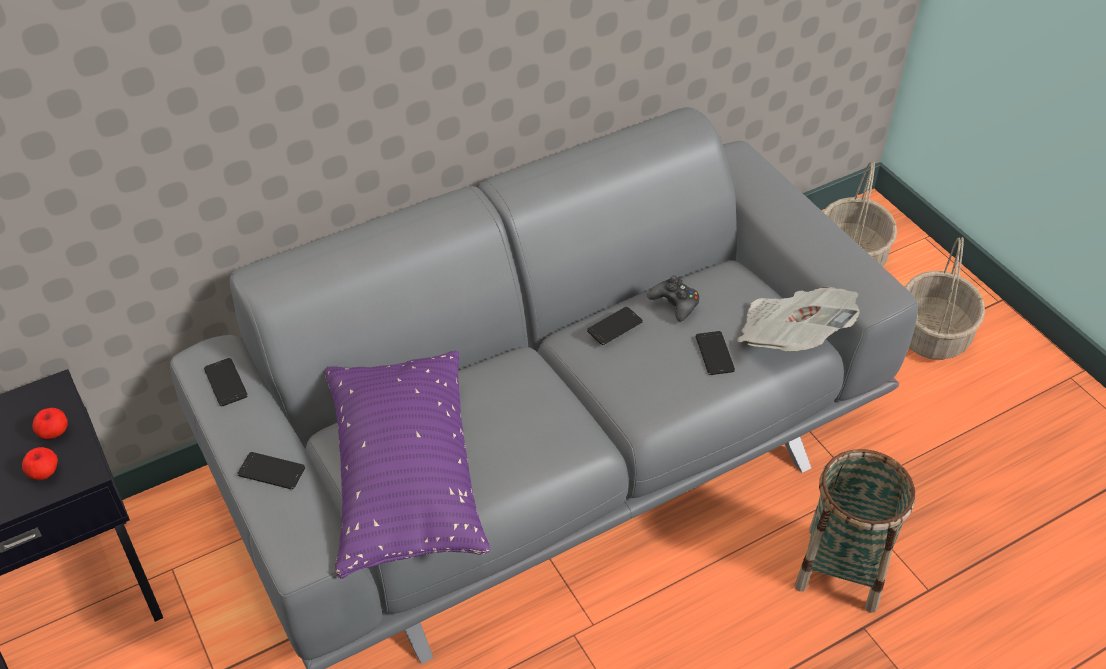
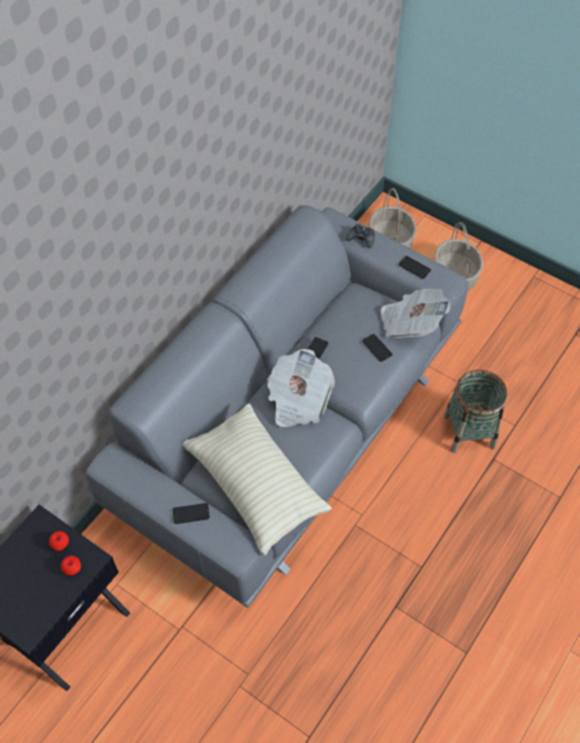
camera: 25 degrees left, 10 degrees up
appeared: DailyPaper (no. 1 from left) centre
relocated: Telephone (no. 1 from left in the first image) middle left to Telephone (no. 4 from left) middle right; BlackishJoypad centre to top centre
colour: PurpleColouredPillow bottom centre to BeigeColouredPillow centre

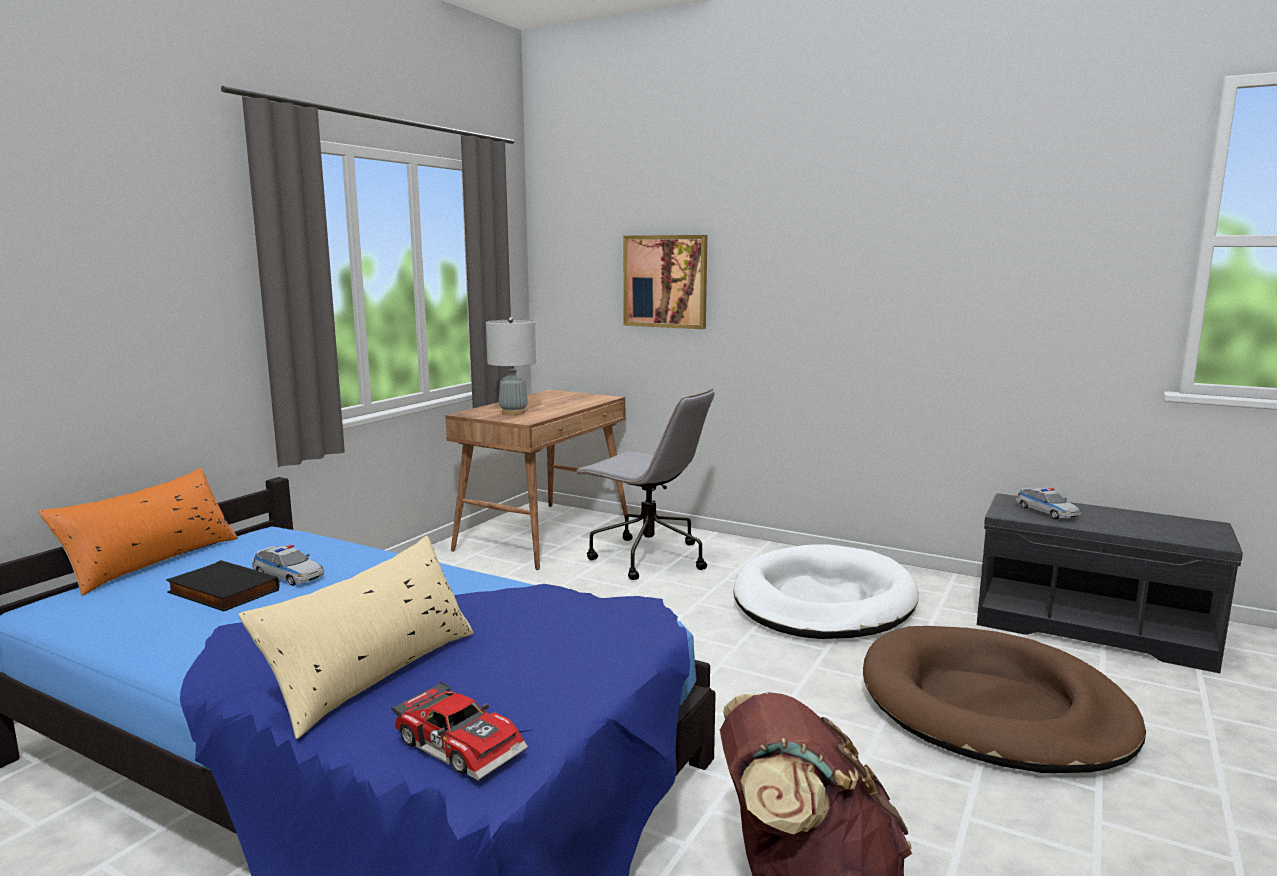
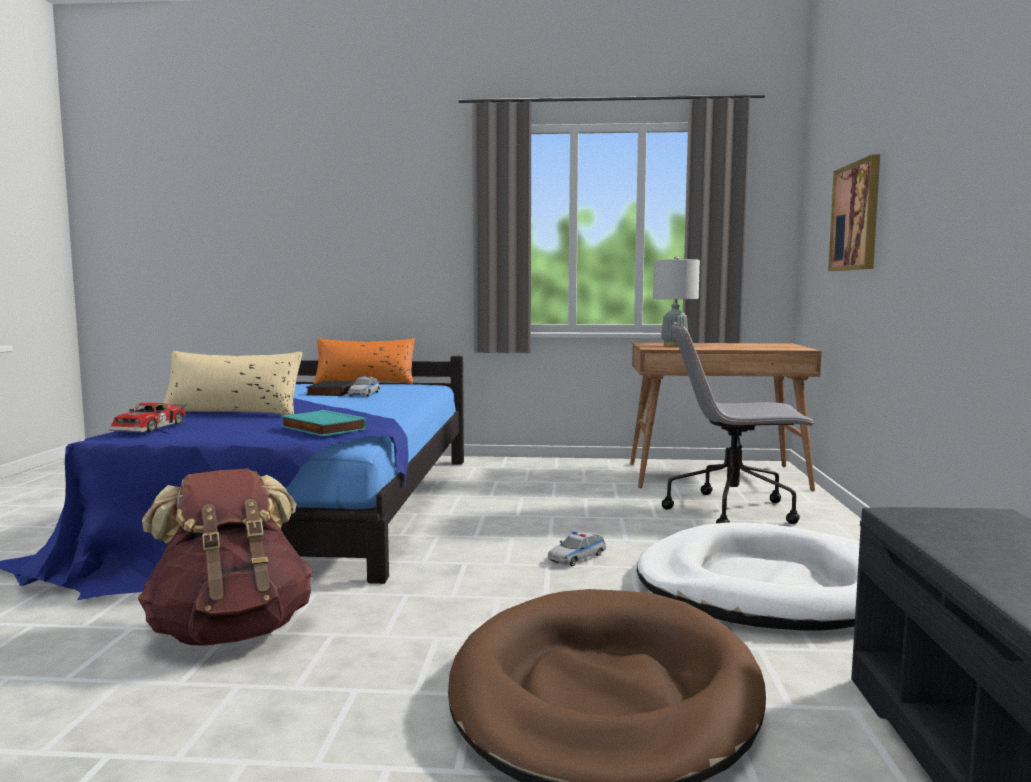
camera: 65 degrees right, 5 degrees down
appeared: TurquoiseColouredBoundBook middle left
relocated: ToyCar (no. 3 from left) middle right to bottom centre
spun: GreyishOfficeChair centre = middle right 90 degrees clockwise

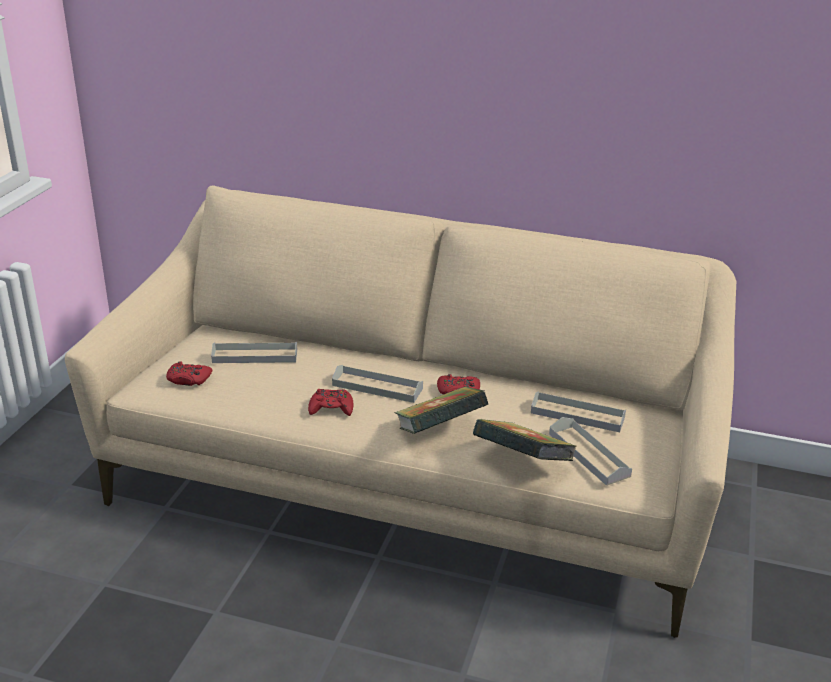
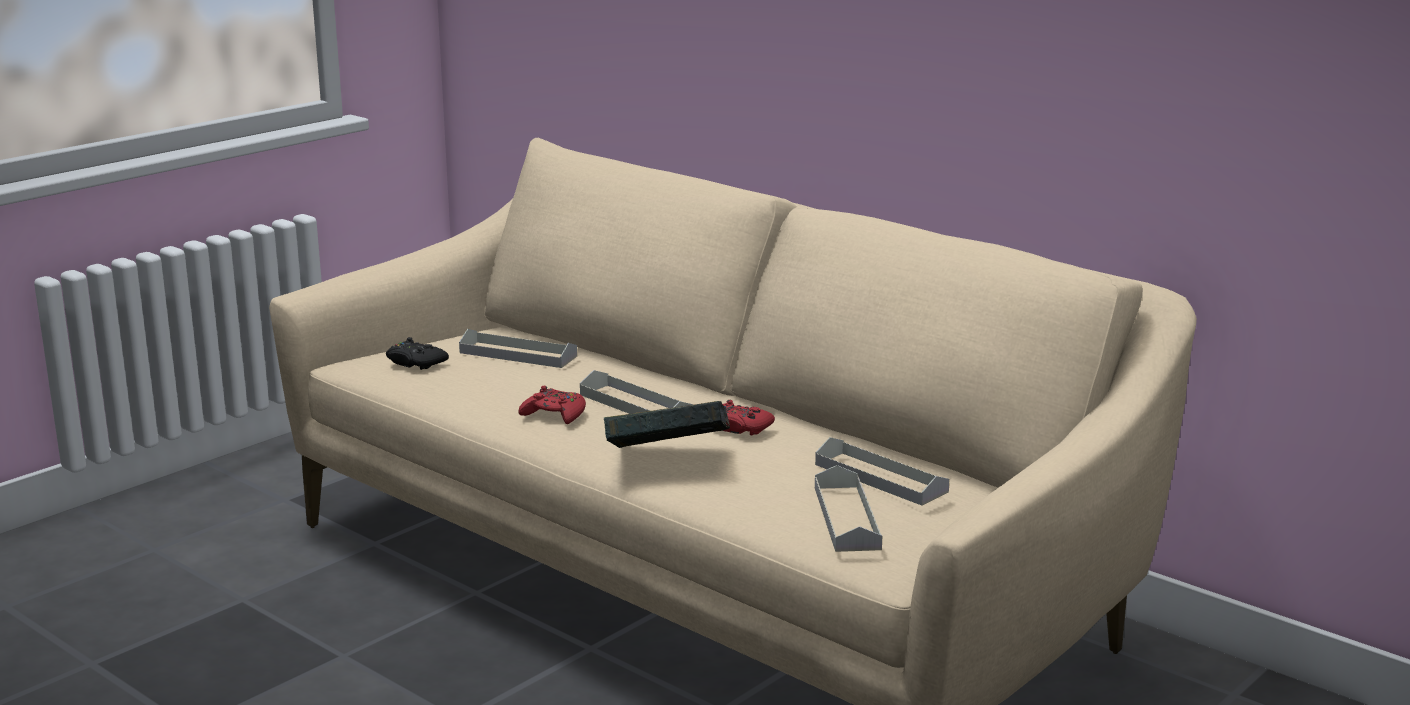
camera: 25 degrees right, 10 degrees down
missing: BoundBook (no. 2 from left) centre
colour: ReddishJoypad (no. 1 from left) middle left to BlackishJoypad middle left

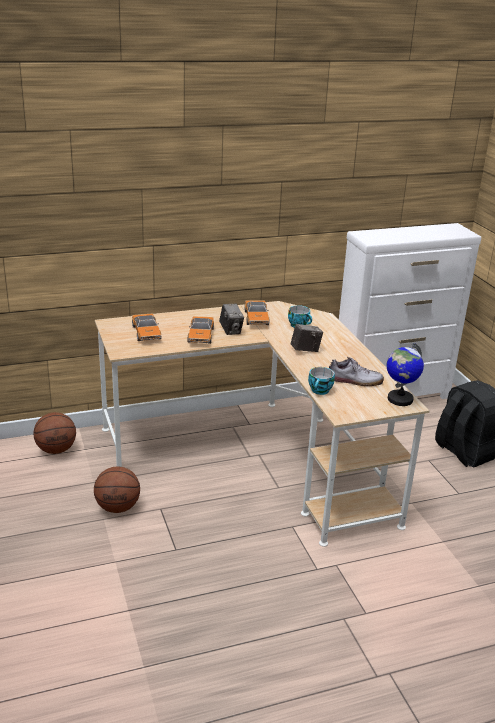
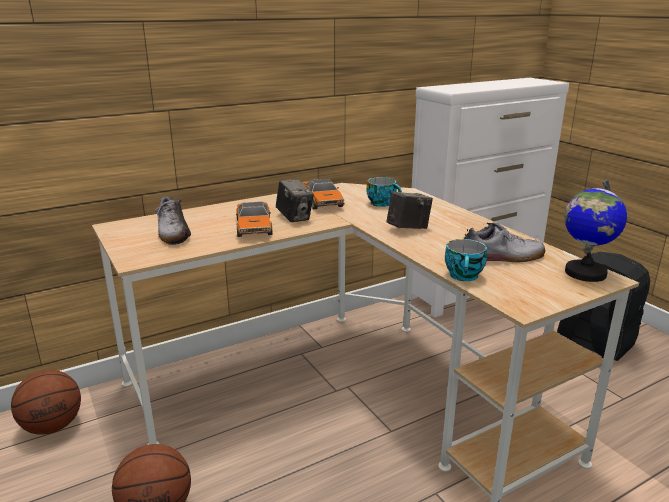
camera: 10 degrees left, 5 degrees down
exchanged: ToyCar (no. 1 from left) middle left to LowShoe (no. 1 from left) middle left

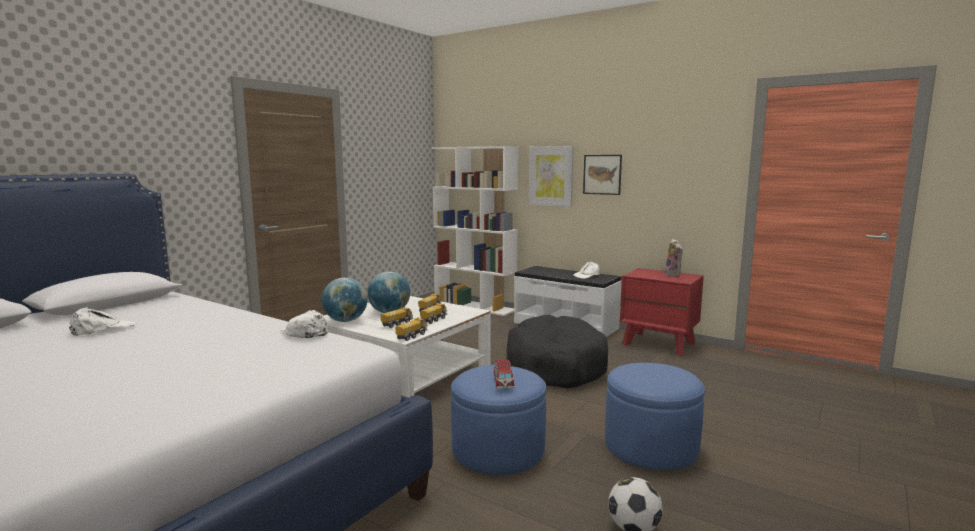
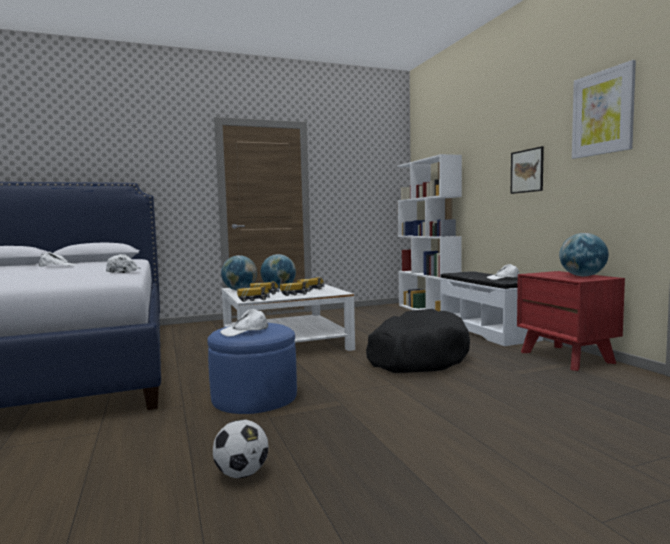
camera: 35 degrees right, 5 degrees down
missing: BluePouffe (no. 2 from left) bottom right
relocated: WallPicture (no. 1 from left in the first image) top centre to WallPicture (no. 2 from left) top right
exchanged: ToyCar bottom centre to WhiteColouredCap (no. 3 from left) centre; PlushToy middle right to DeskGlobe (no. 3 from left) middle right

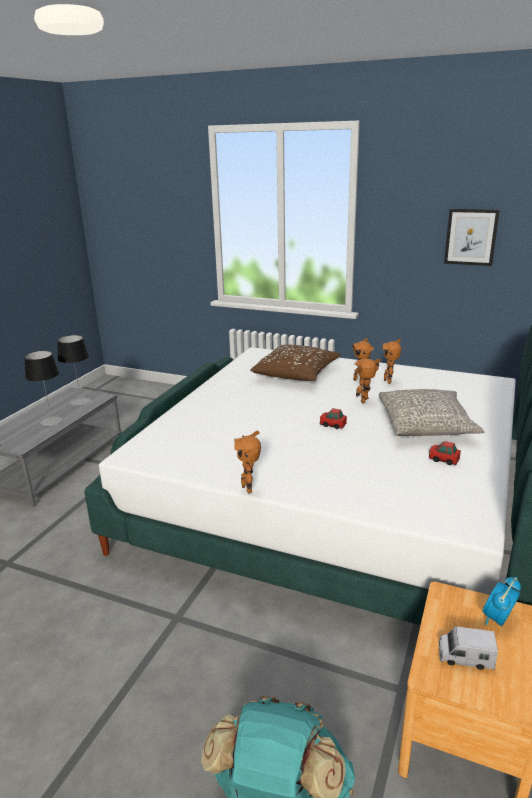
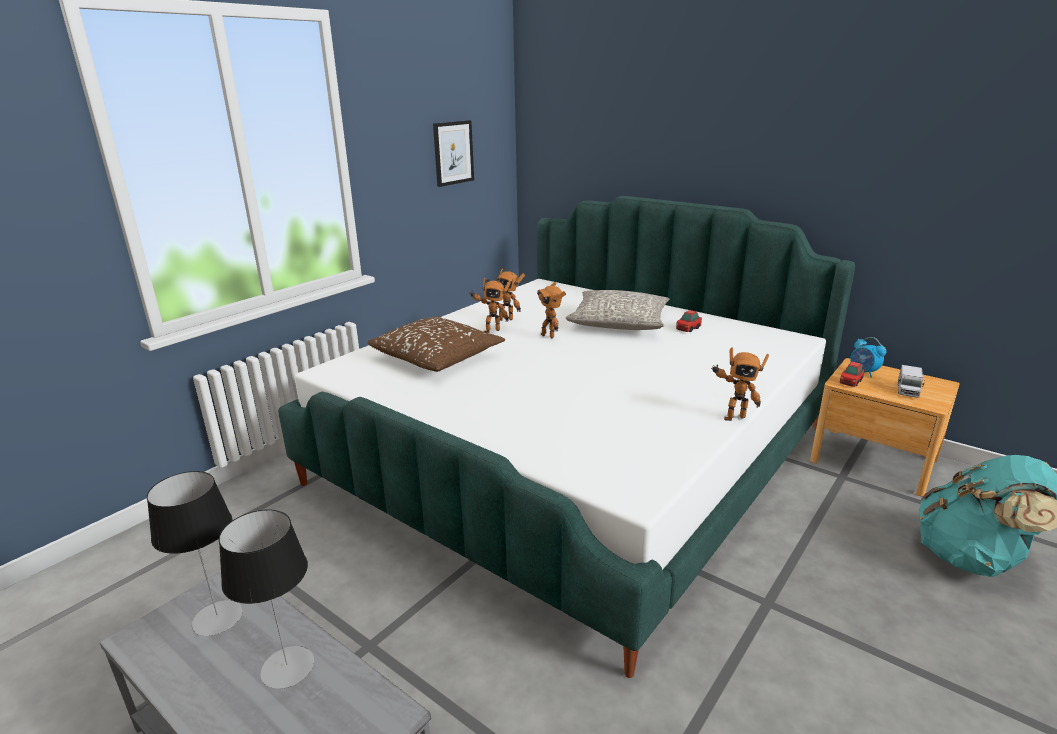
camera: 75 degrees left, 0 degrees up
relocated: ToyCar (no. 1 from left in the first image) centre to ToyCar (no. 2 from left) middle right

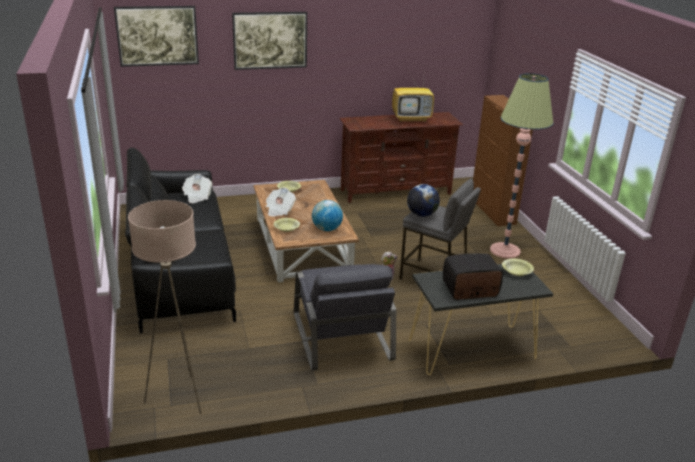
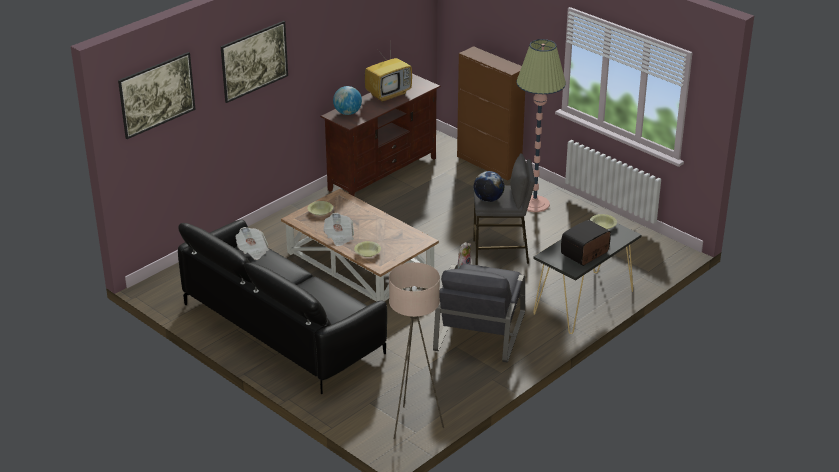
camera: 30 degrees left, 5 degrees up
relocated: DeskGlobe (no. 1 from left) centre to top centre
spun: GreyishEasyChair bottom centre = centre 60 degrees clockwise

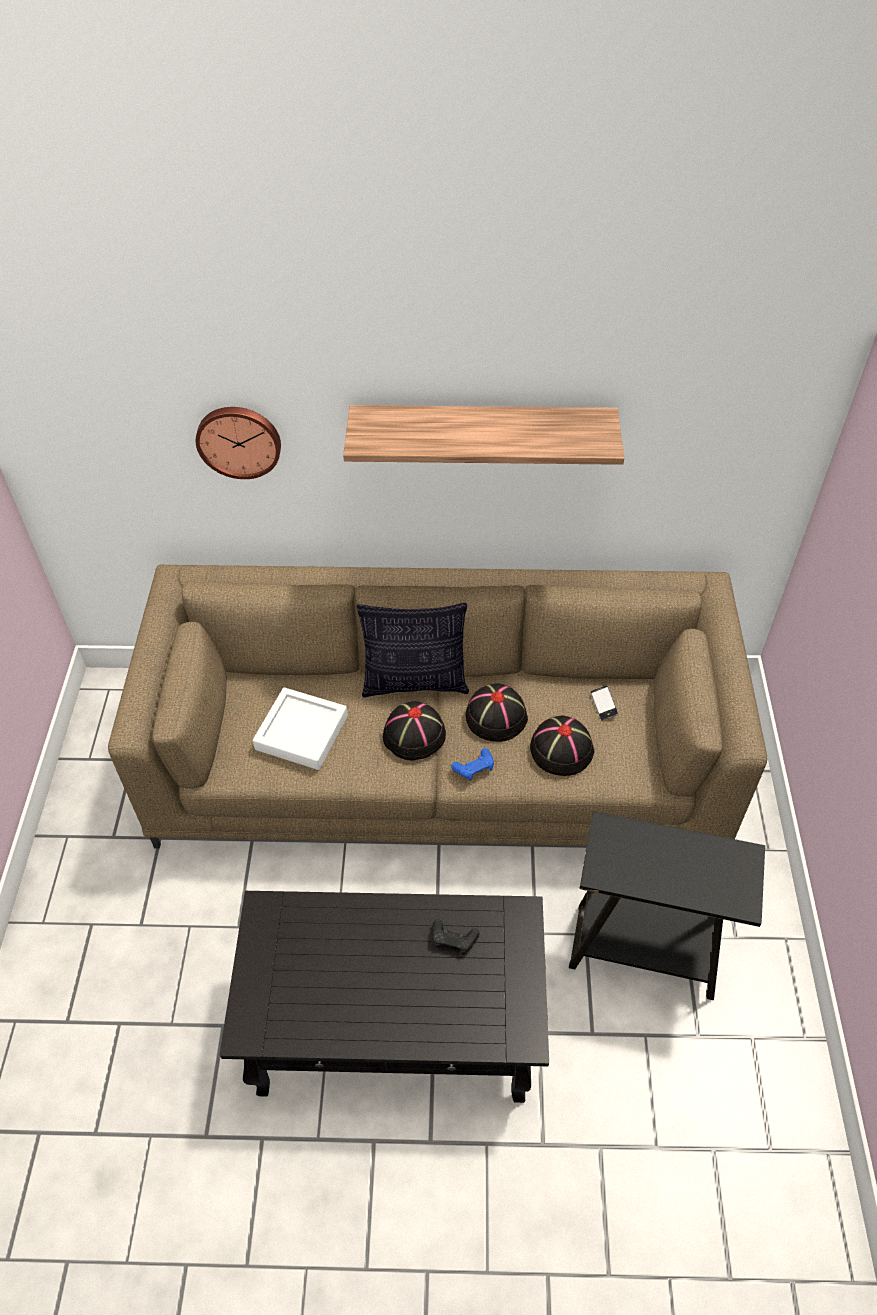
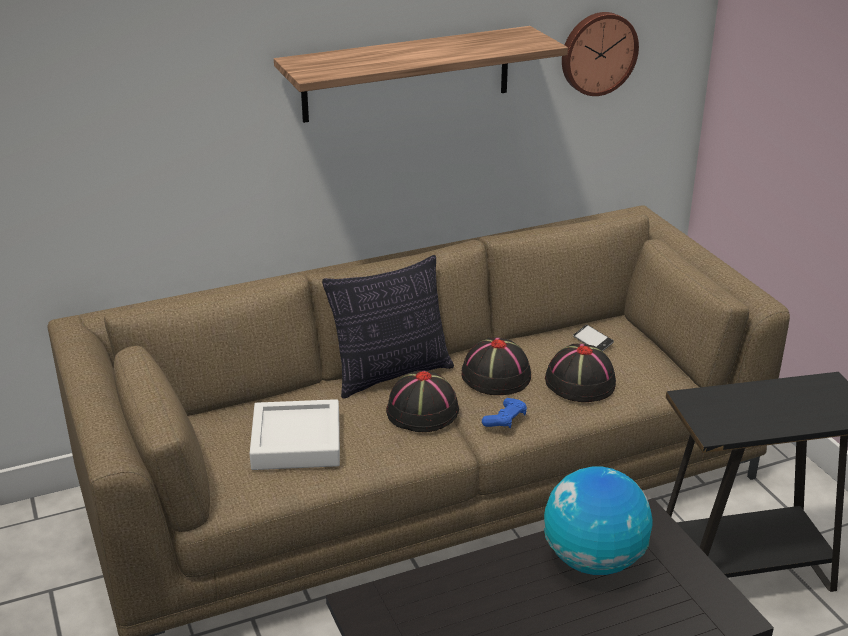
camera: 25 degrees left, 20 degrees down
relocated: HangingClock middle left to top right
exchanged: BlackishJoypad bottom centre to DeskGlobe bottom right

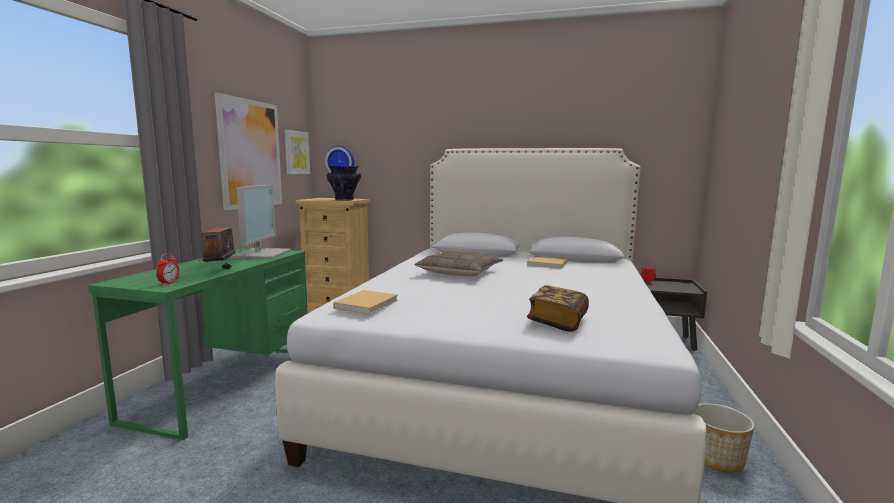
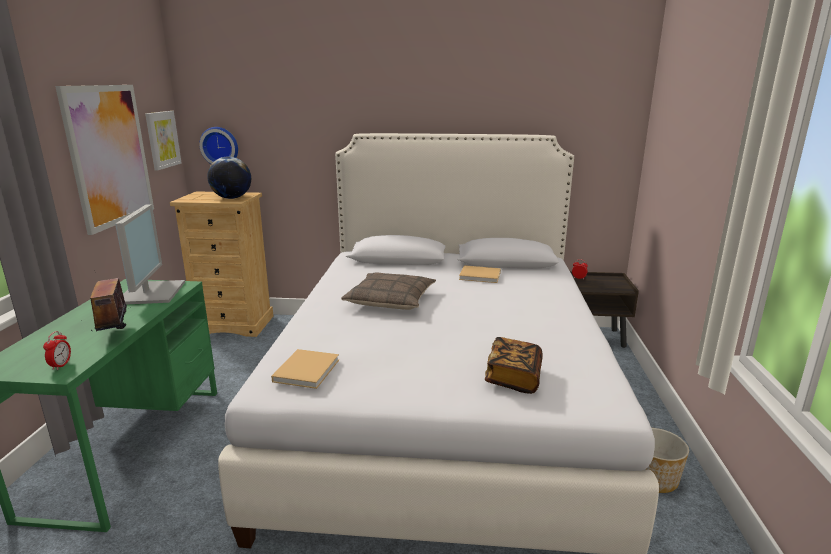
camera: 10 degrees left, 10 degrees up
exchanged: DecorativeVase centre to DeskGlobe top left

